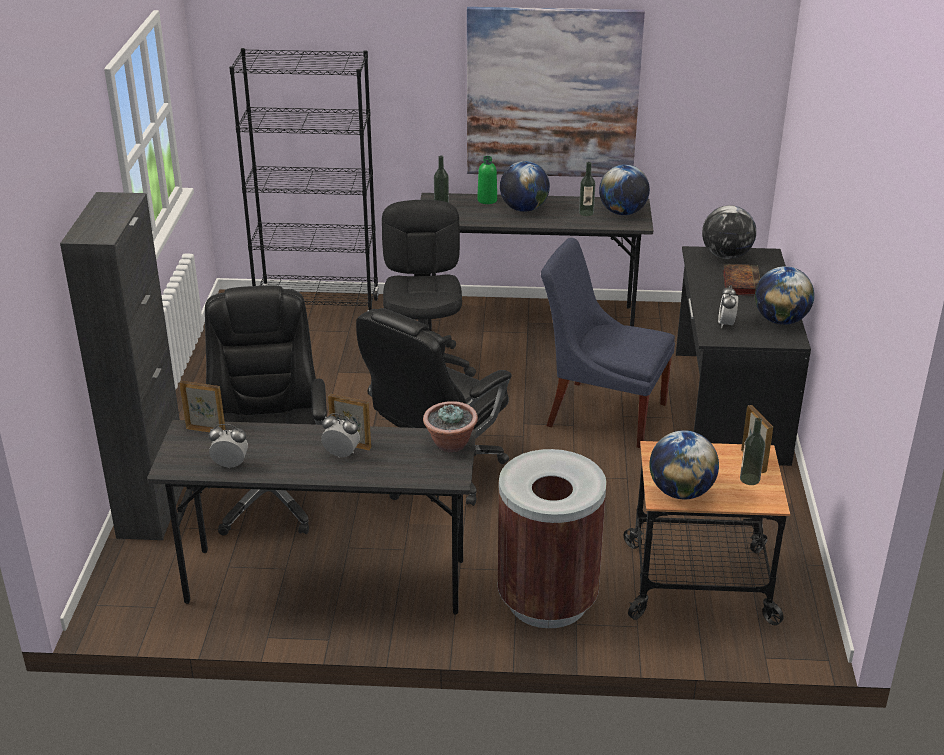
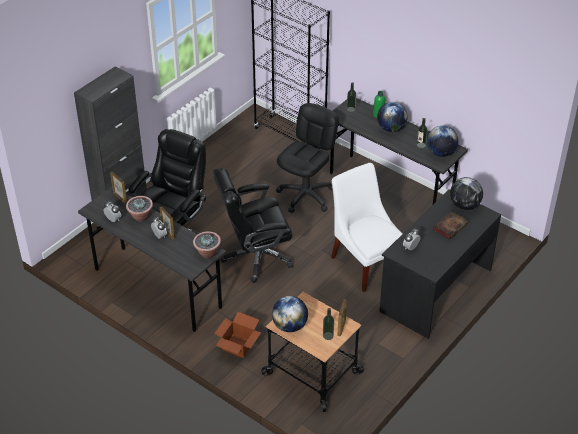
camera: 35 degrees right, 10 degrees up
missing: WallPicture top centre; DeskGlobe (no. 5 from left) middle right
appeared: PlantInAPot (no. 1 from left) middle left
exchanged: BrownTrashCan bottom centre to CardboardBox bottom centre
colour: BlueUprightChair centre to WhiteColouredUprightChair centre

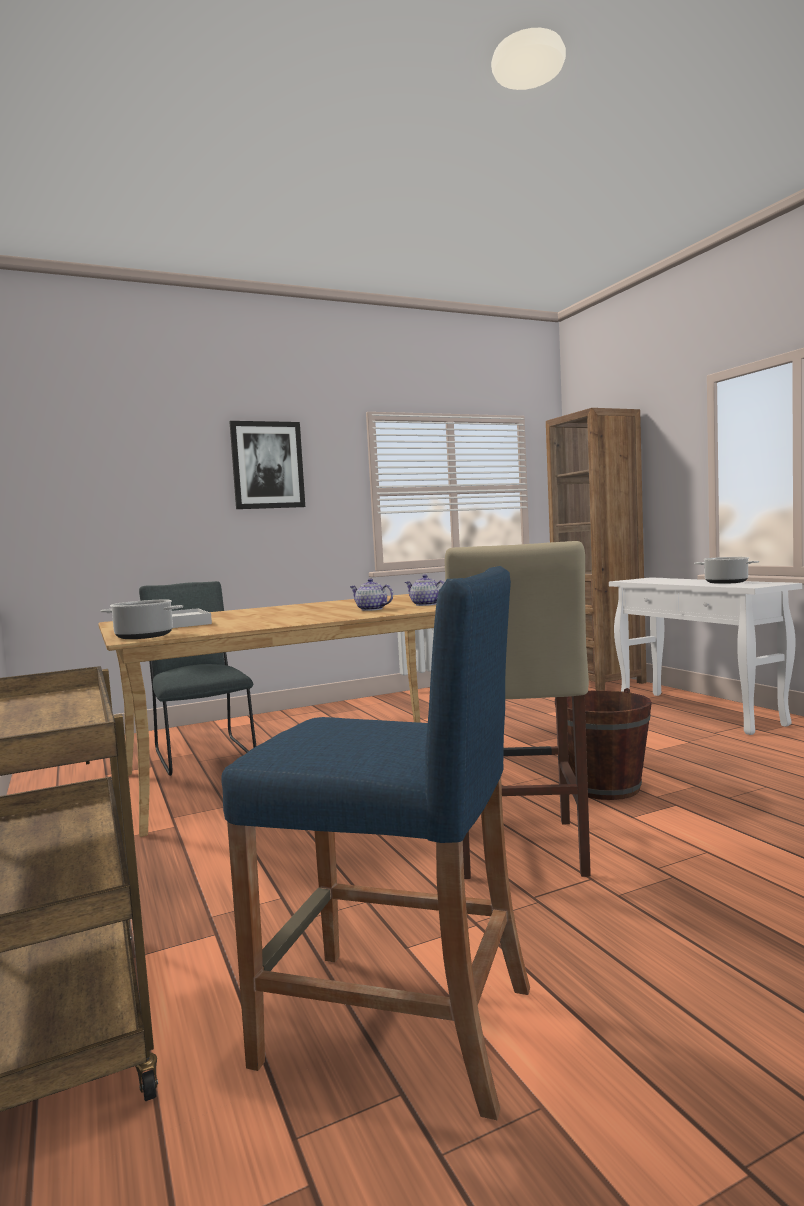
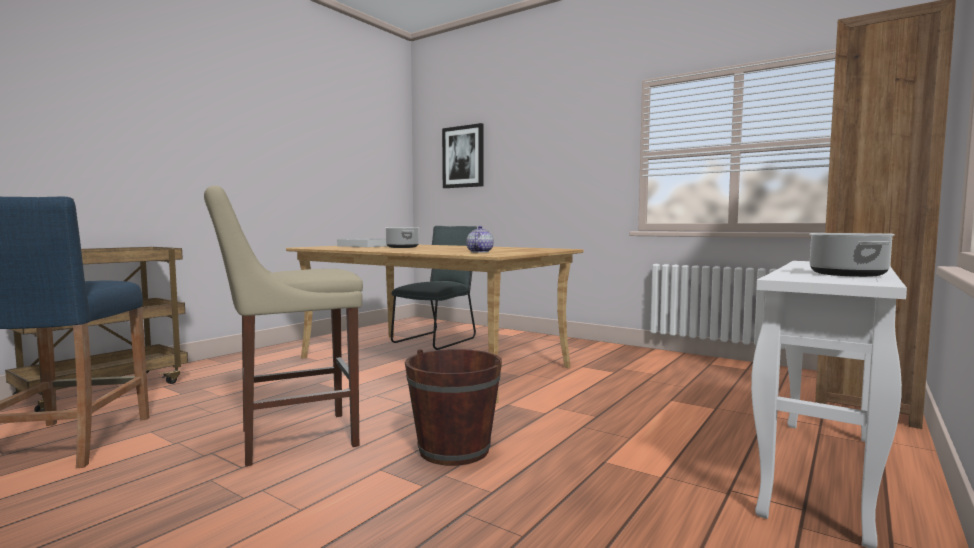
camera: 60 degrees right, 0 degrees up
missing: PotForTea (no. 1 from left) centre
relocated: Saucepot (no. 1 from left) middle left to centre; WallPicture middle left to top centre

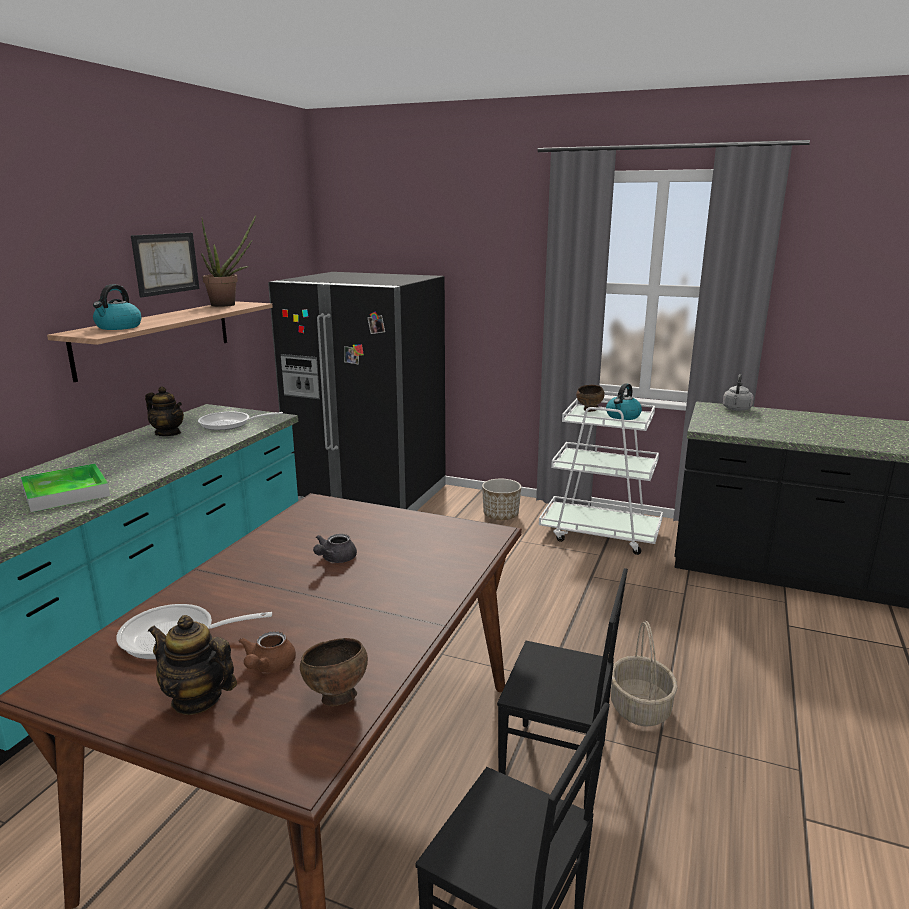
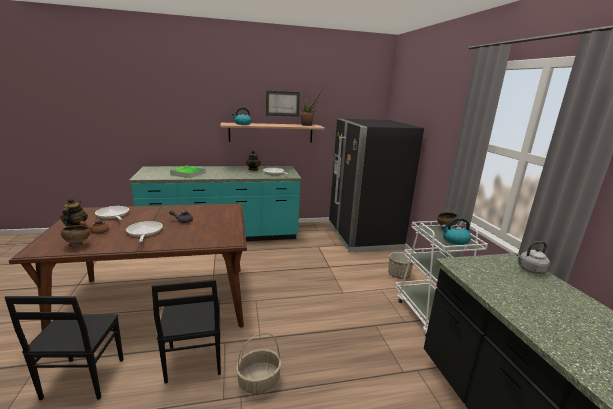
camera: 55 degrees right, 0 degrees up
appeared: FryingPan (no. 2 from left) middle left

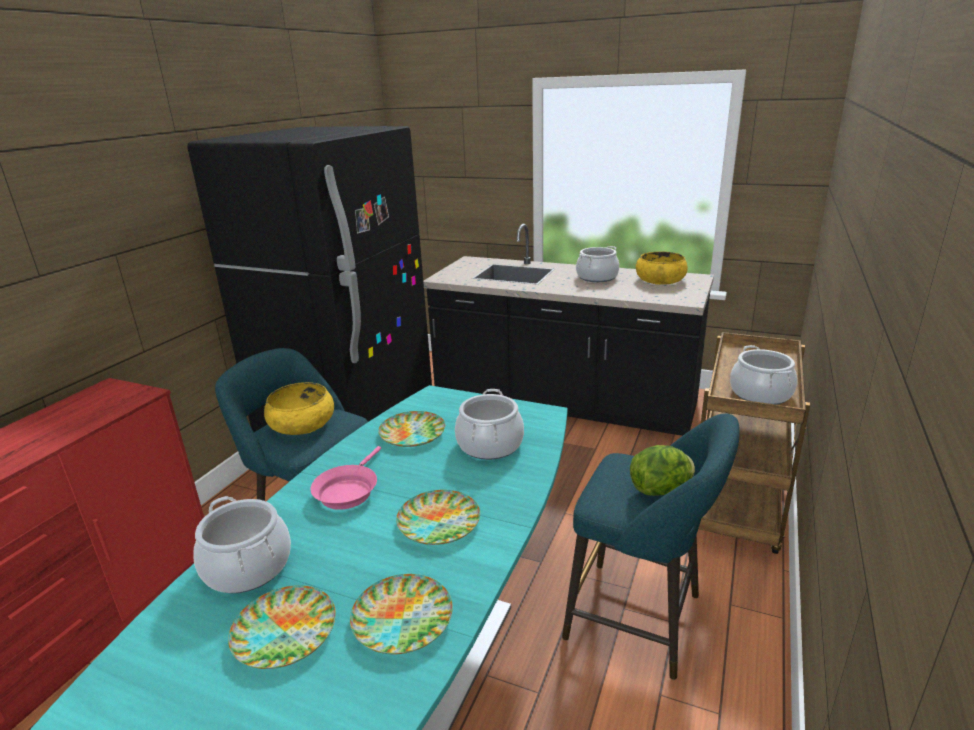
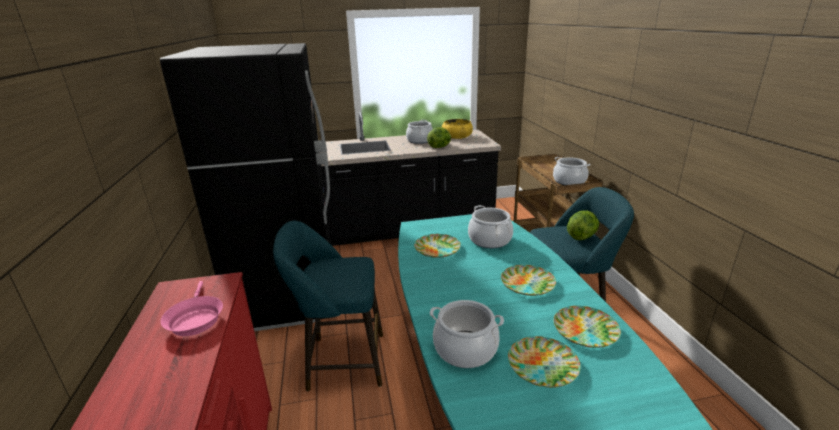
camera: 35 degrees left, 0 degrees up
missing: YellowBowl (no. 1 from left) middle left
appeared: Lettuce (no. 1 from left) top centre
relocated: PinkColouredFryingPan centre to bottom left

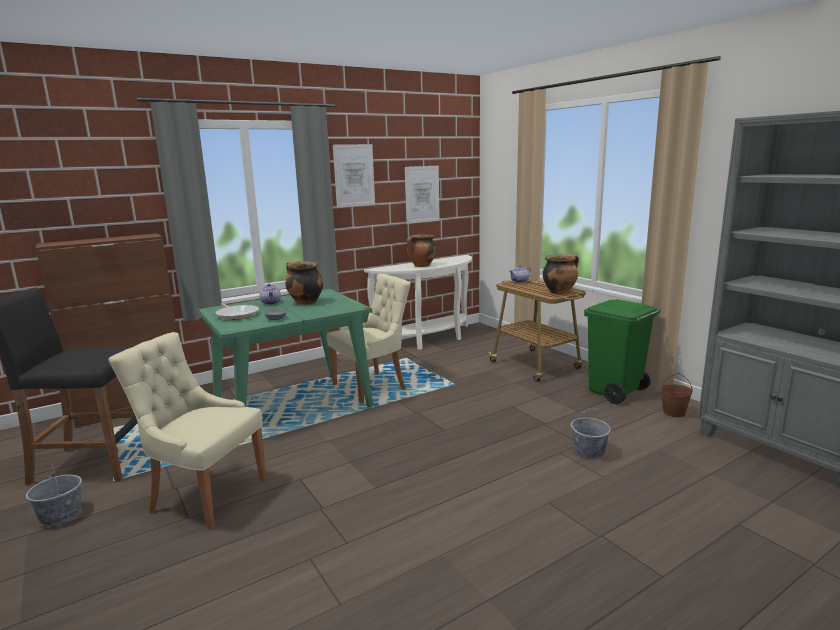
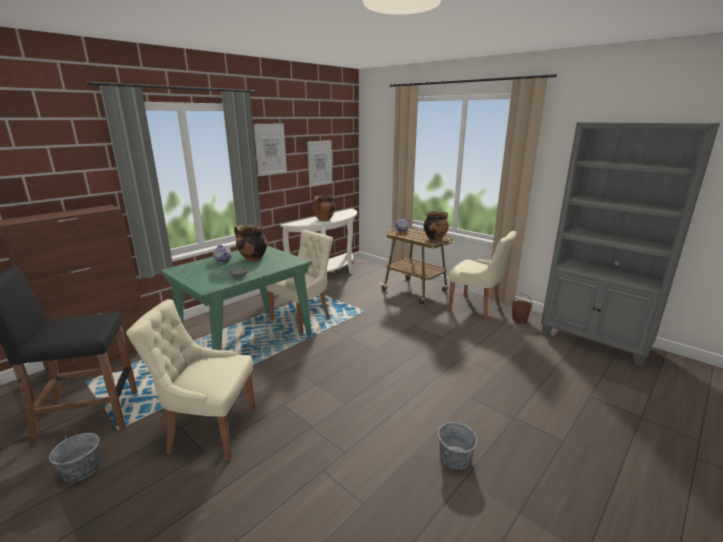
camera: 15 degrees left, 5 degrees up
missing: FryingPan middle left
relocated: GreyishBucket (no. 2 from left) bottom right to bottom centre
exchanged: GreenColouredTrashCan middle right to BeigeColouredUprightChair (no. 3 from left) middle right

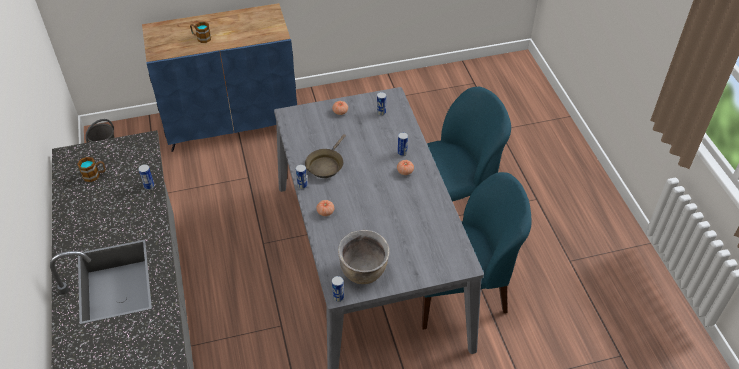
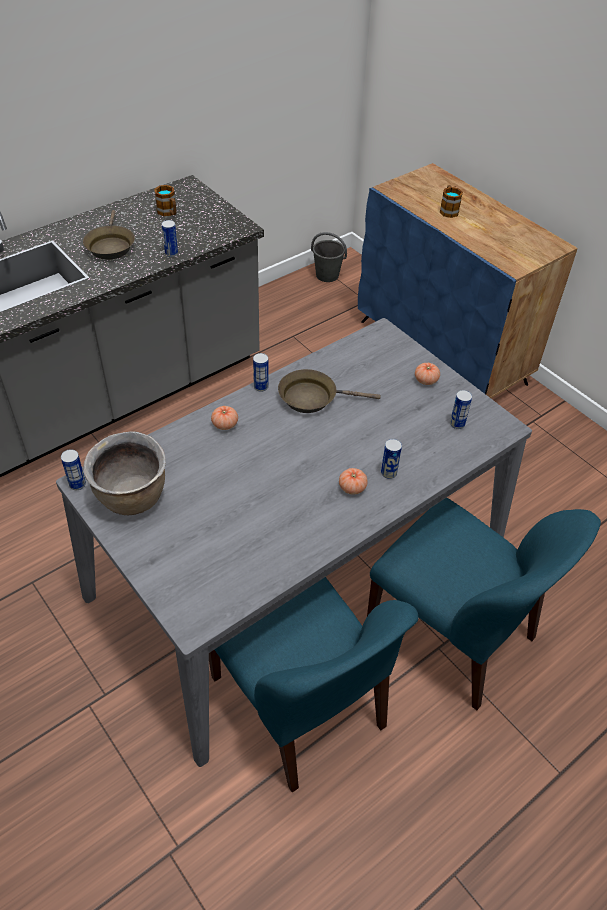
camera: 65 degrees right, 0 degrees up
appeared: BrownFryingPan (no. 1 from left) top left

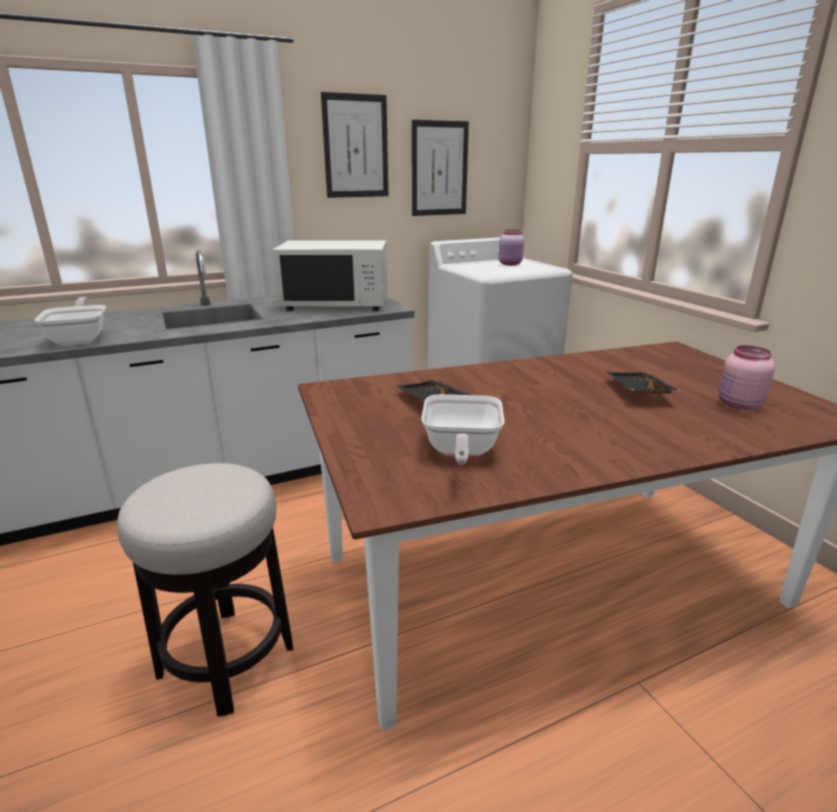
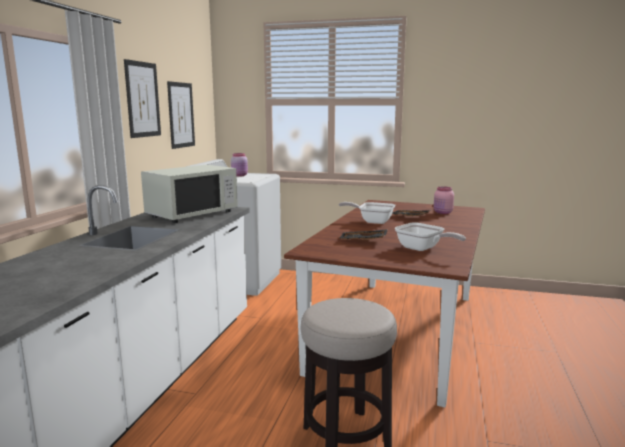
camera: 50 degrees left, 10 degrees down
relocated: FryingPan (no. 1 from left) middle left to centre

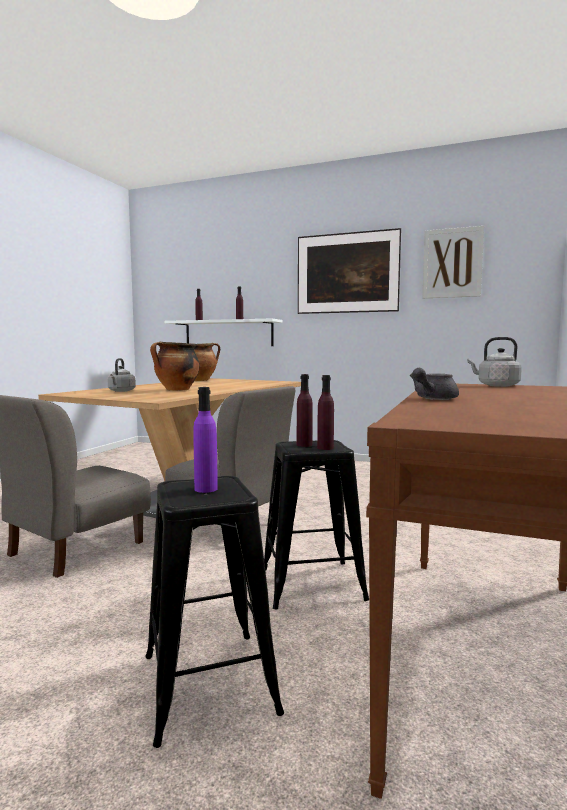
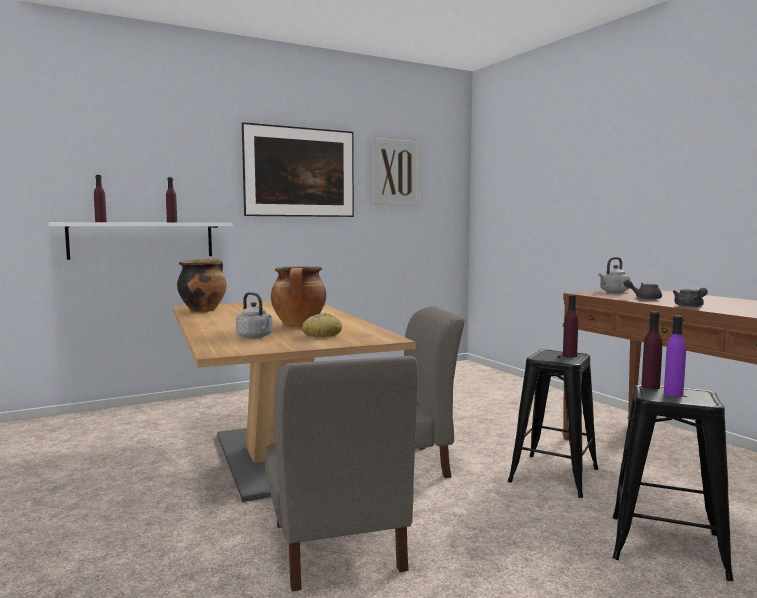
camera: 50 degrees left, 0 degrees up
appeared: BakeryBread centre; GreyishPotForTea (no. 1 from left) middle right
relocated: PurpleColouredBeverageBottle (no. 4 from left) centre to middle right

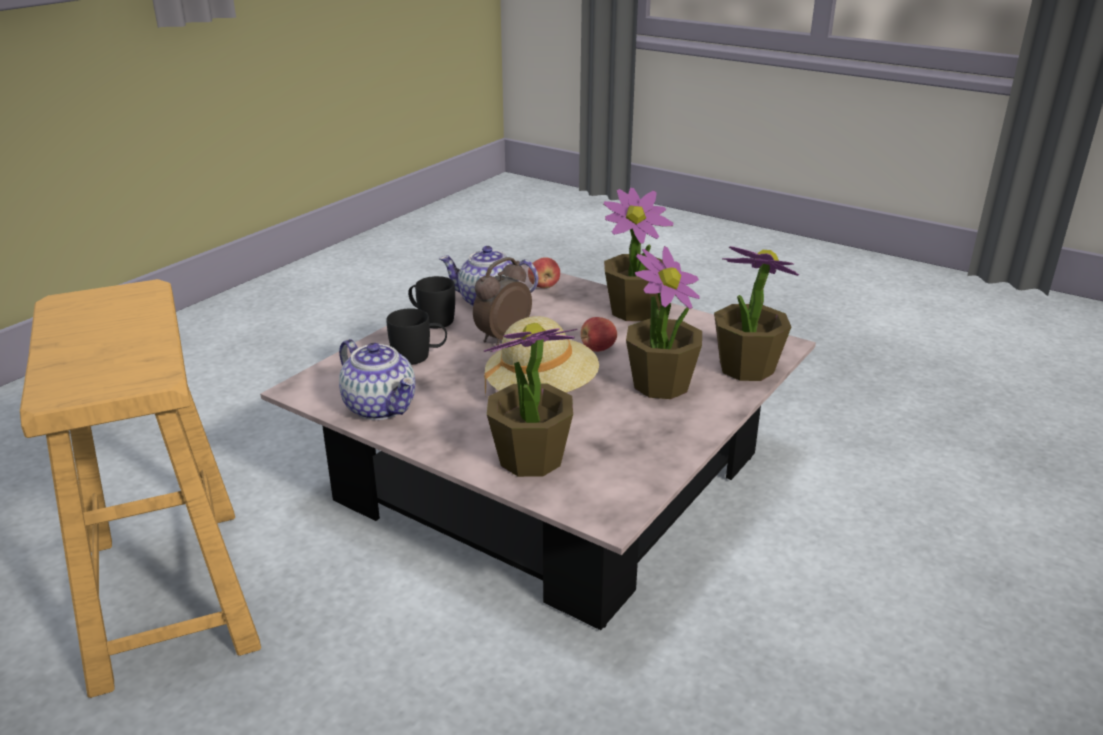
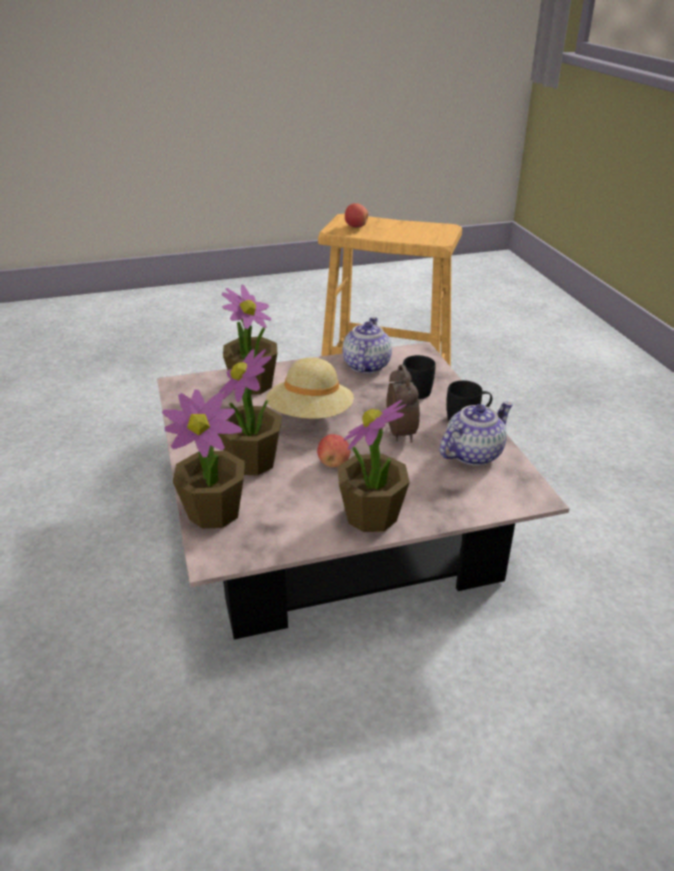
camera: 130 degrees right, 5 degrees up
relocated: Apple (no. 1 from left in the first image) centre to Apple (no. 2 from left) top centre
spun: PotForTea (no. 1 from left) centre = centre 105 degrees clockwise

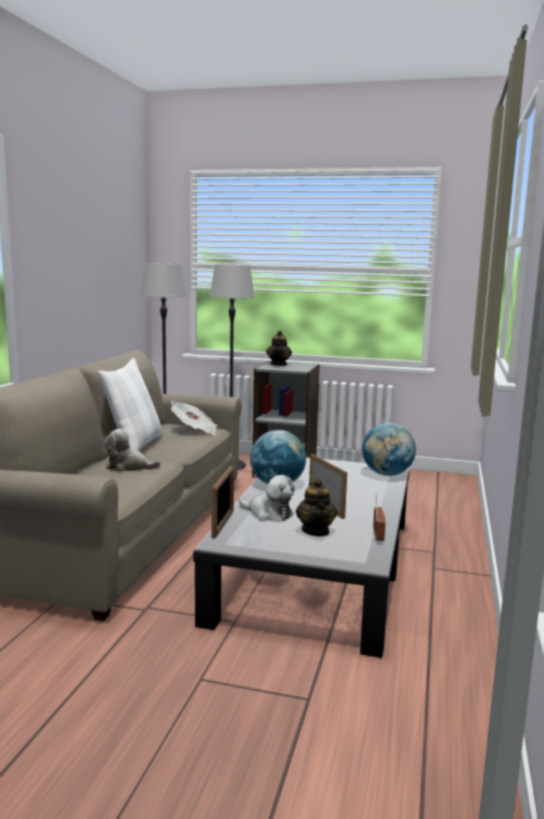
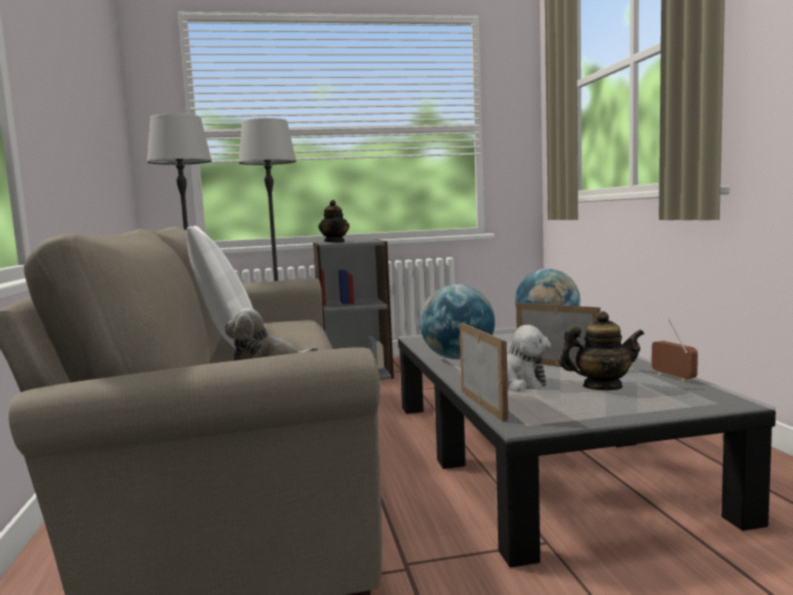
camera: 25 degrees left, 5 degrees down
missing: DailyPaper centre
spun: PotForTea (no. 2 from left) centre = middle right 60 degrees counterclockwise

